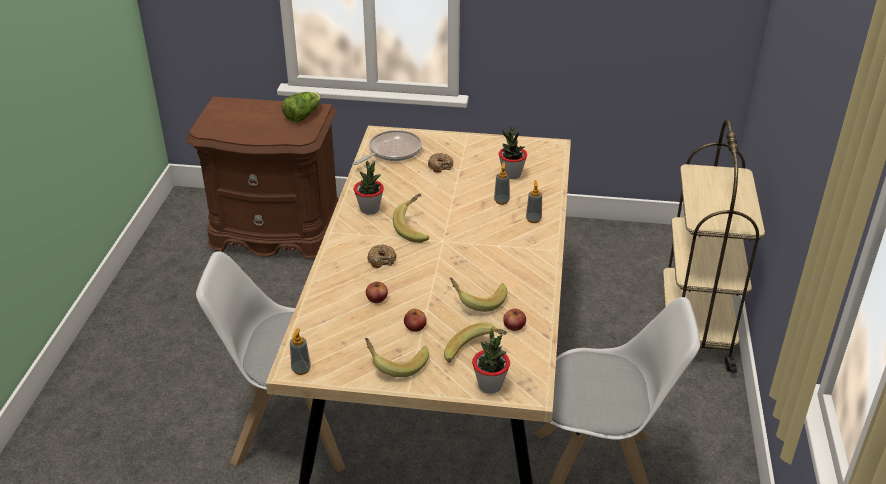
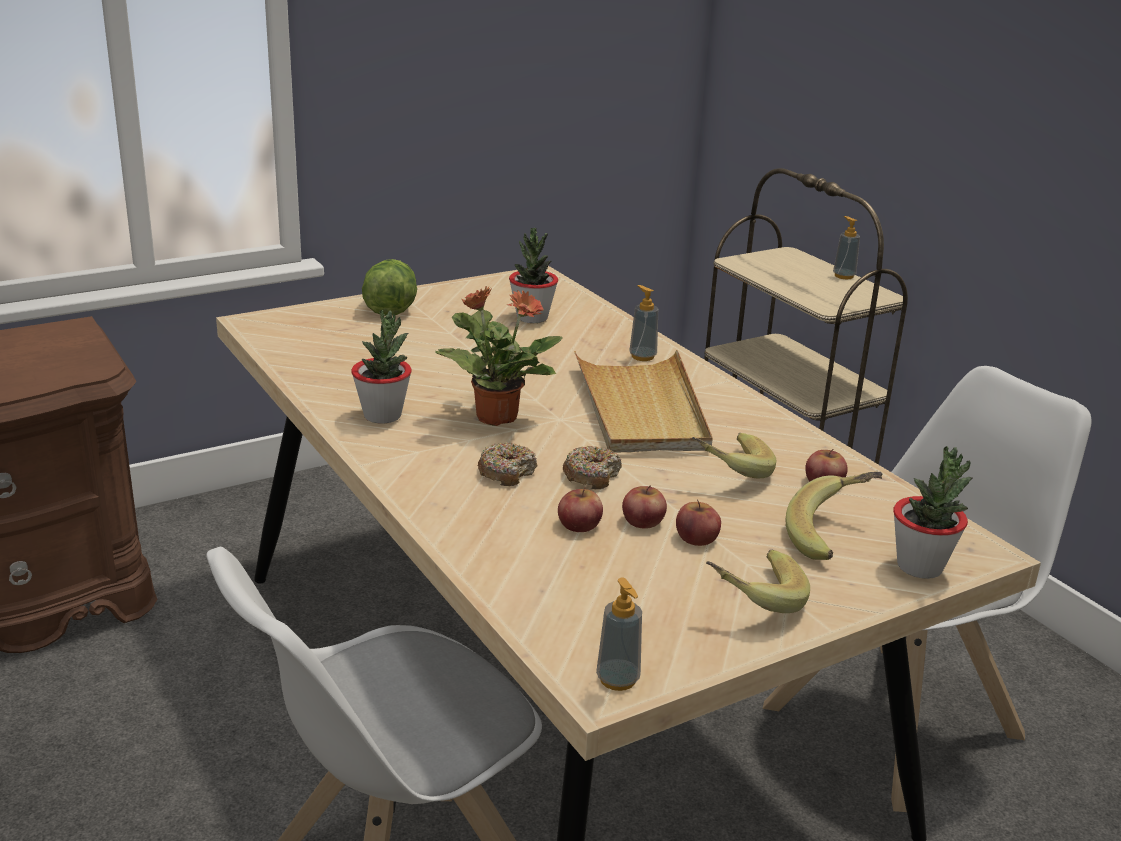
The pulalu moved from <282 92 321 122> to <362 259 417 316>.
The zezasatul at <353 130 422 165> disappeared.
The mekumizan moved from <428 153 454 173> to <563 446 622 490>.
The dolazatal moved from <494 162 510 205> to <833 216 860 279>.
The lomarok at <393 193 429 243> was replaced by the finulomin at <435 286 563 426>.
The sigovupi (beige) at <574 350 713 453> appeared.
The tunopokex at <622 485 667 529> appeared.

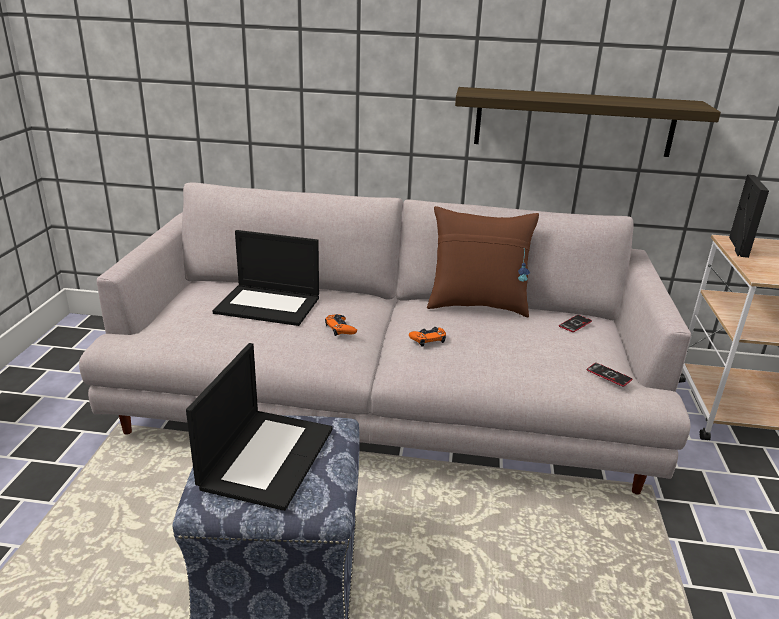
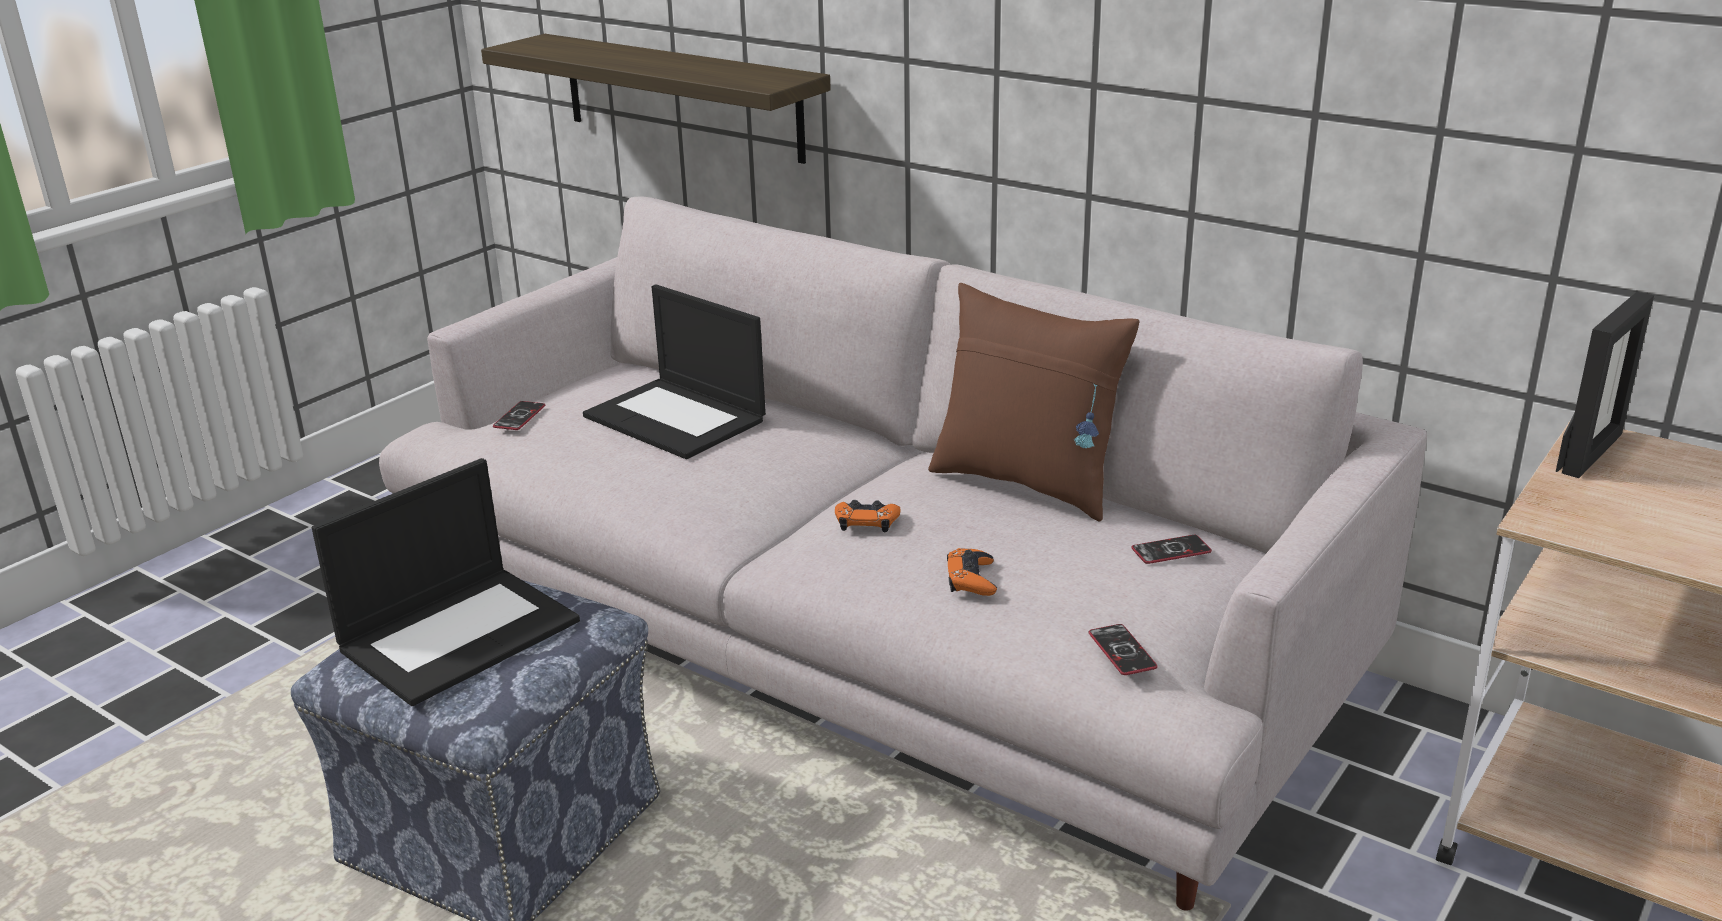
The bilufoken moved from <455 87 721 157> to <481 34 831 164>.
The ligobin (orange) moved from <325 314 357 336> to <947 548 997 596>.
The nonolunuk at <493 401 545 430> appeared.

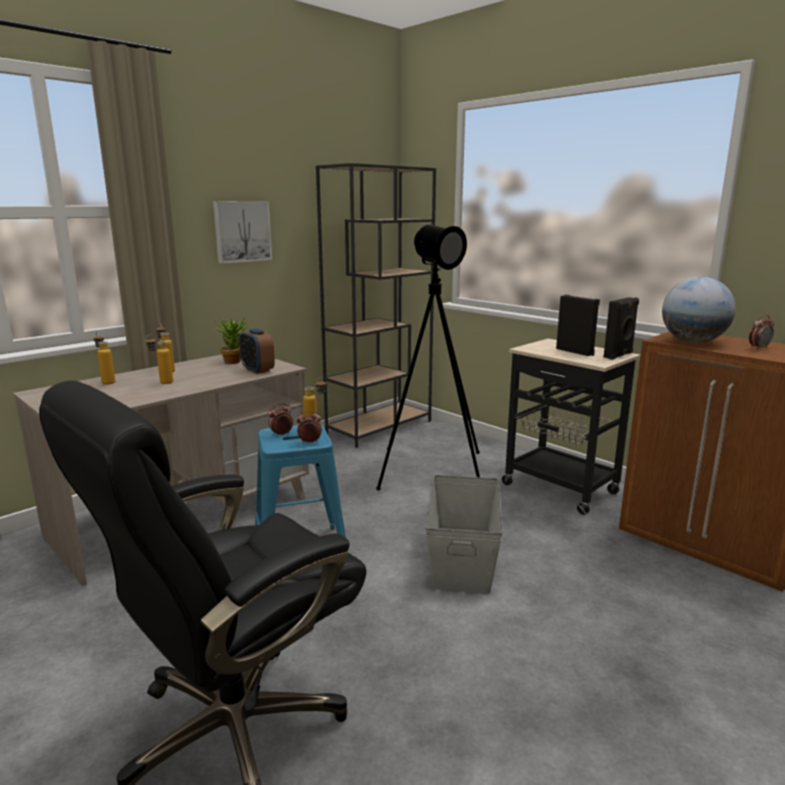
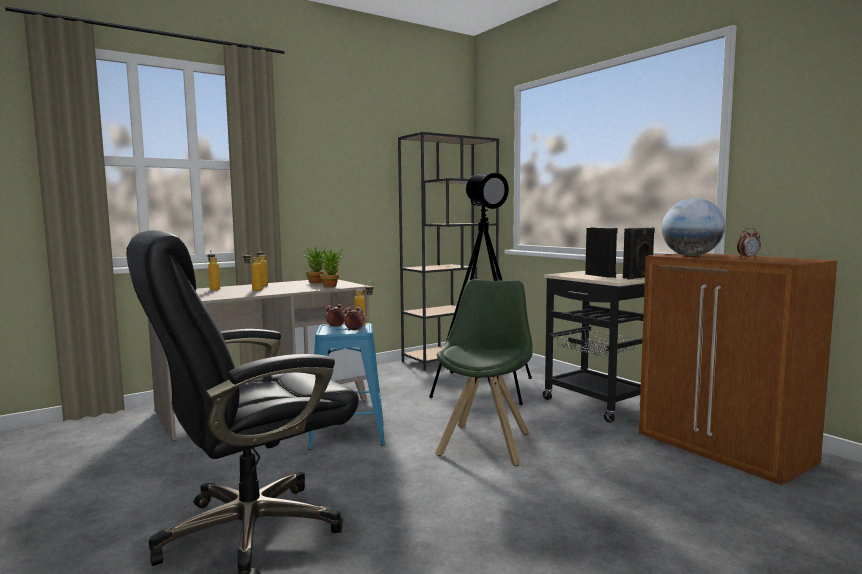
The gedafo at <213 201 272 263> disappeared.
The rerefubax at <239 328 275 374> was replaced by the finulomin at <315 248 343 287>.
The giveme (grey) at <425 475 503 594> was replaced by the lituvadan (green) at <435 279 533 466>.

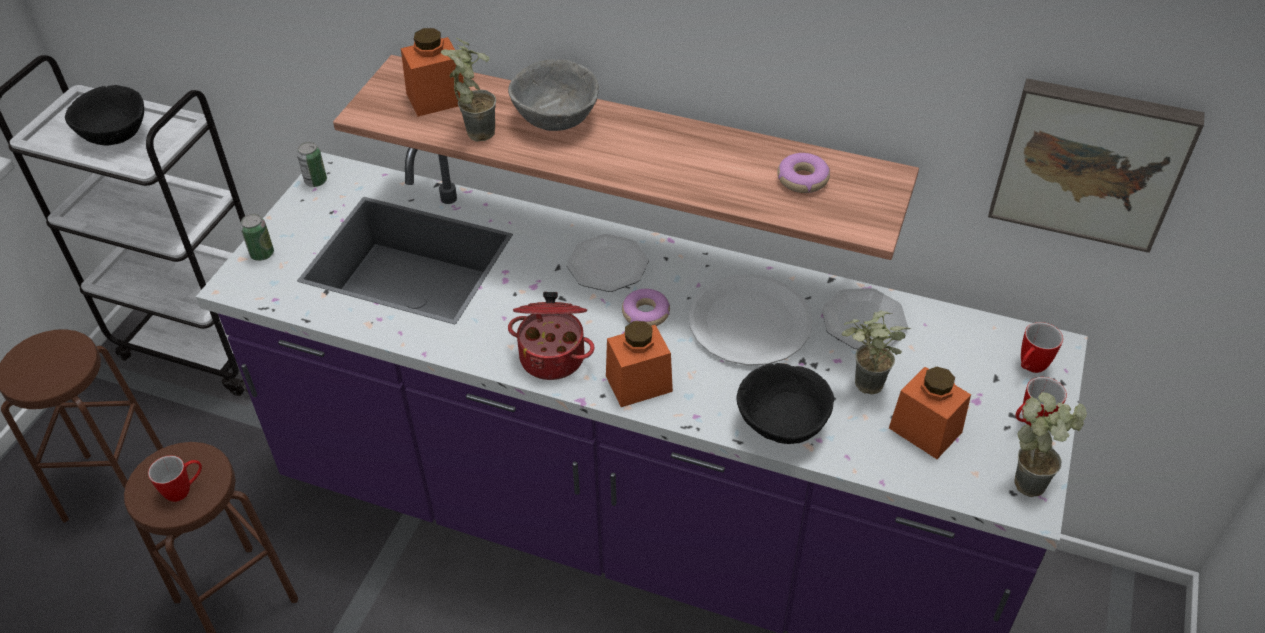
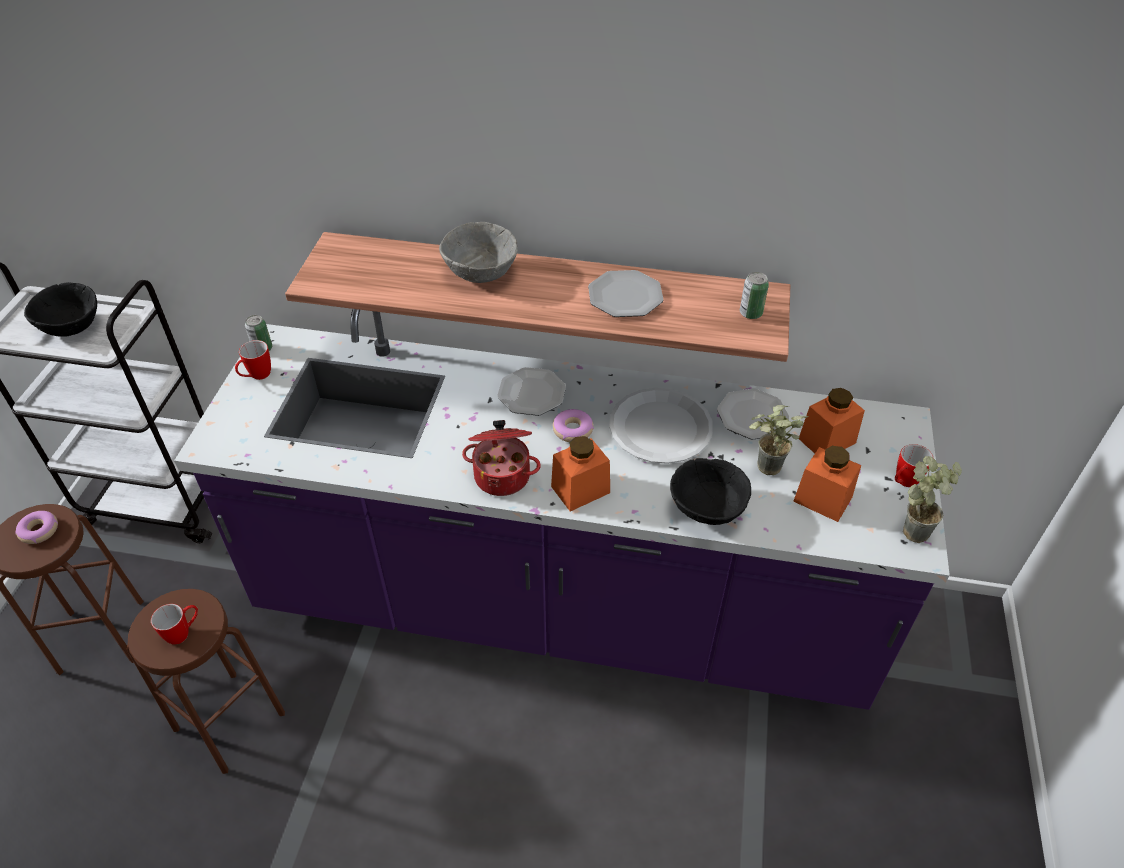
The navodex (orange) moved from <401 28 464 117> to <799 388 865 453>.
The finulomin at <440 38 496 142> disappeared.
The gedafo at <988 79 1205 253> disappeared.
The mekumizan moved from <777 153 830 193> to <15 511 58 544>.
The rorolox moved from <240 214 274 261> to <740 272 769 319>.
The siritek moved from <1021 322 1063 373> to <235 340 271 380>.
The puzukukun at <588 270 664 317> appeared.

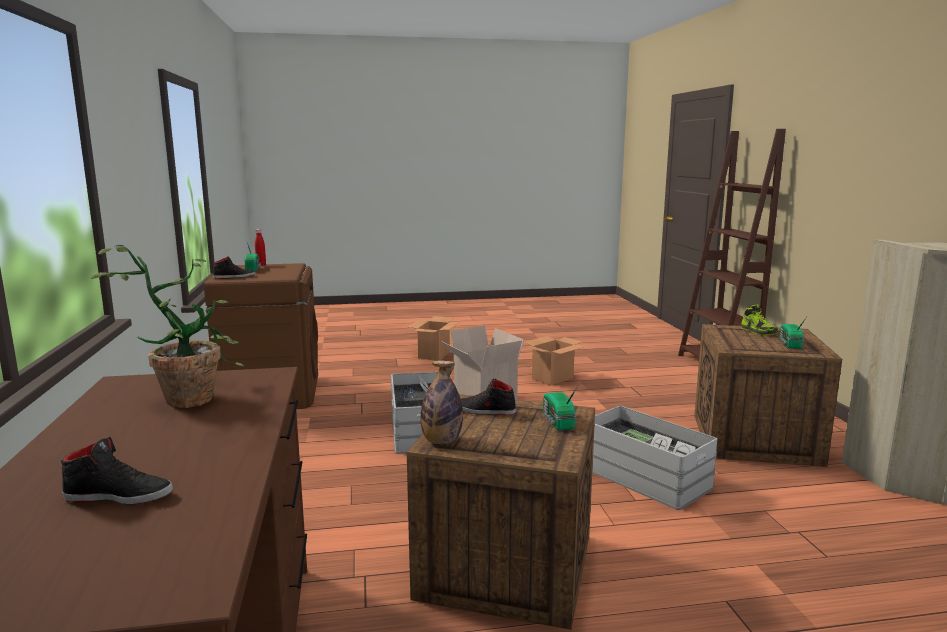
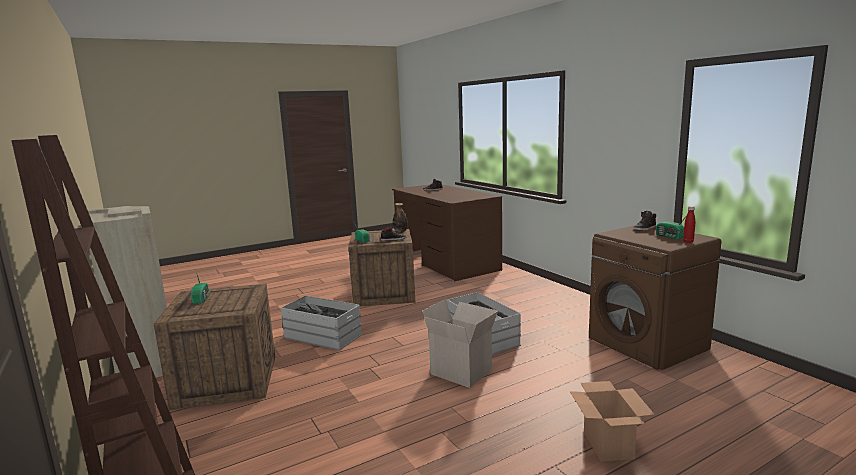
The finulomin at <91 245 244 408> disappeared.
The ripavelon at <741 305 778 335> disappeared.
The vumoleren at <524 336 583 386> disappeared.

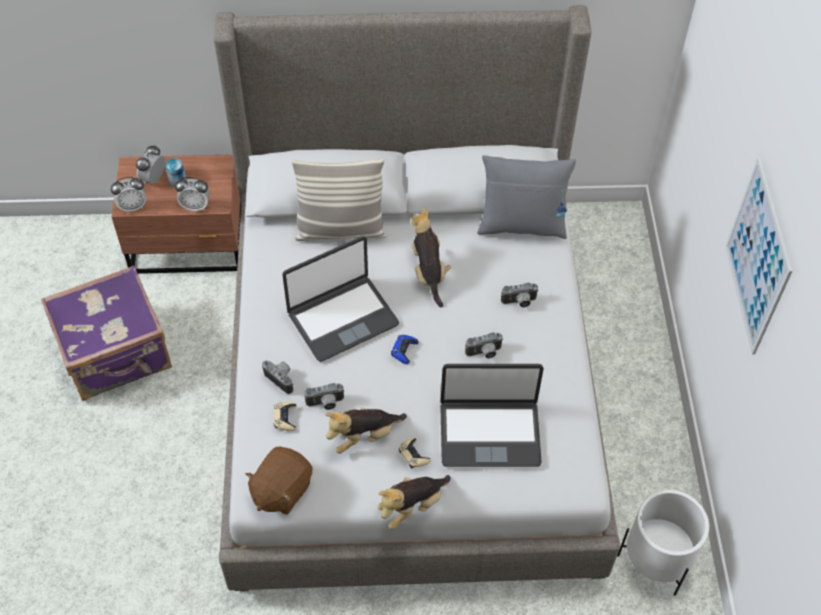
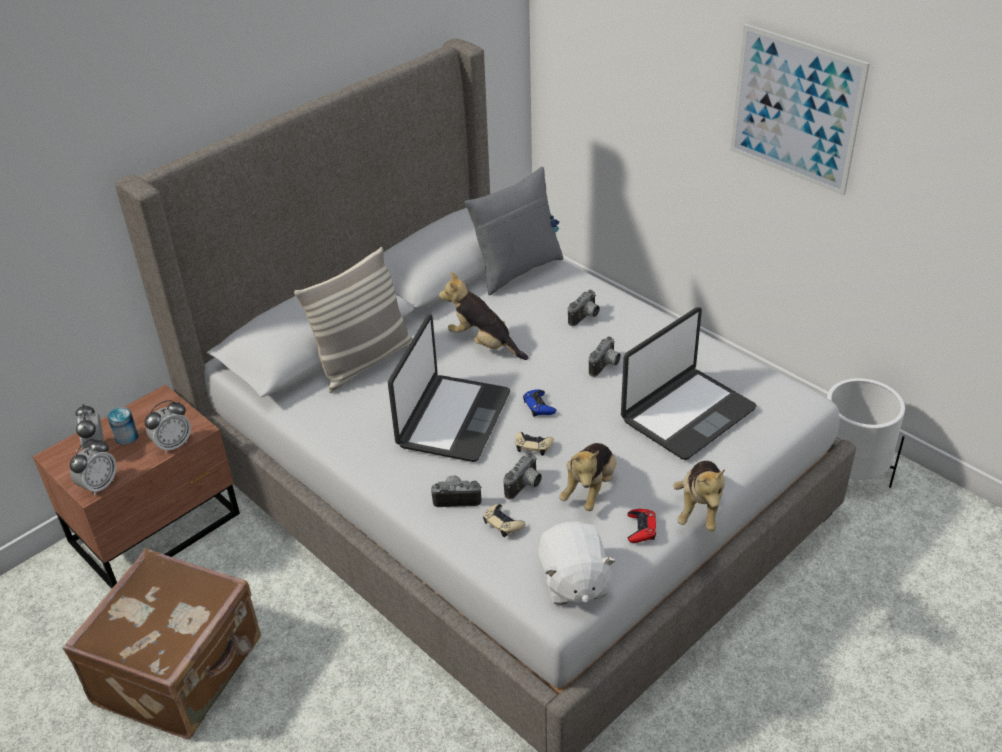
The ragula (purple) at <41 266 172 401> became the ragula (brown) at <63 548 261 739>.
The ligobin (beige) moved from <399 438 431 469> to <515 432 554 456>.
The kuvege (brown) at <245 447 312 515> became the kuvege (white) at <539 521 616 605>.
The ligobin (red) at <627 509 656 543> appeared.

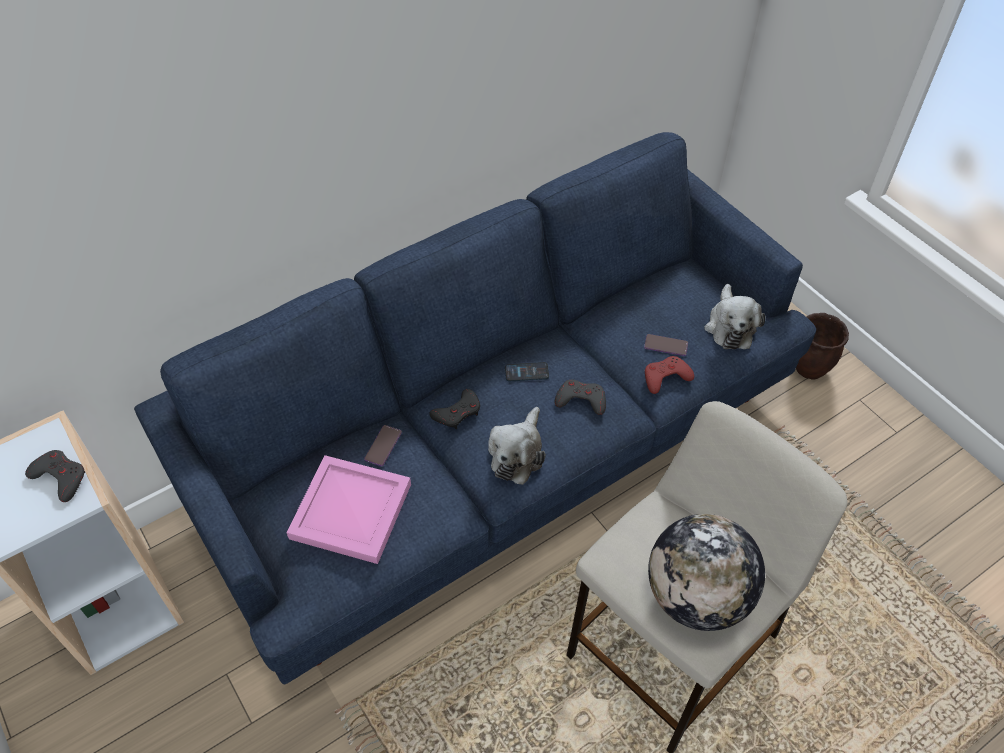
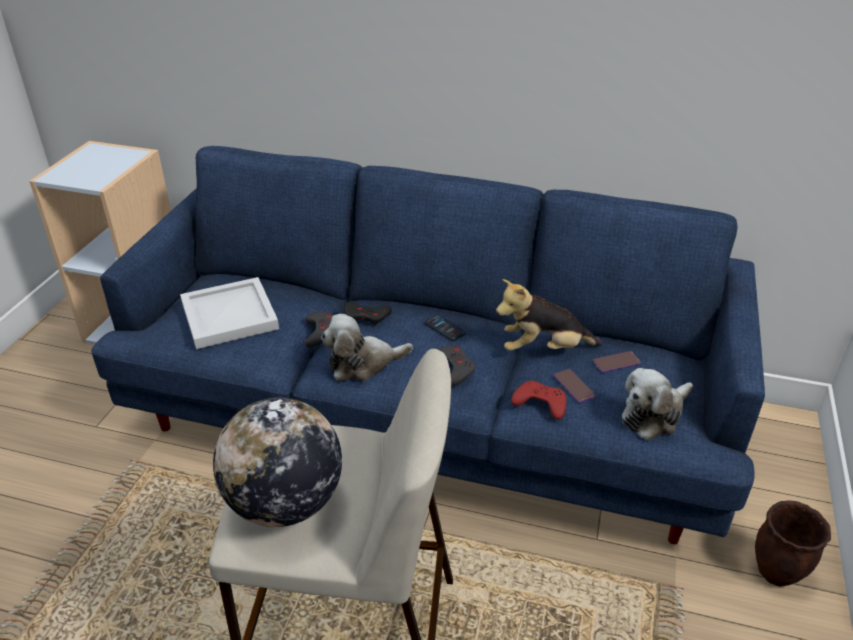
The nonolunuk moved from <364 425 402 466> to <593 351 641 373>.
The ligobin (grey) moved from <25 450 85 502> to <305 312 334 348>.
The sigovupi (pink) at <286 455 411 564> became the sigovupi (white) at <180 277 279 349>.
The kuvege at <496 279 603 351> appeared.

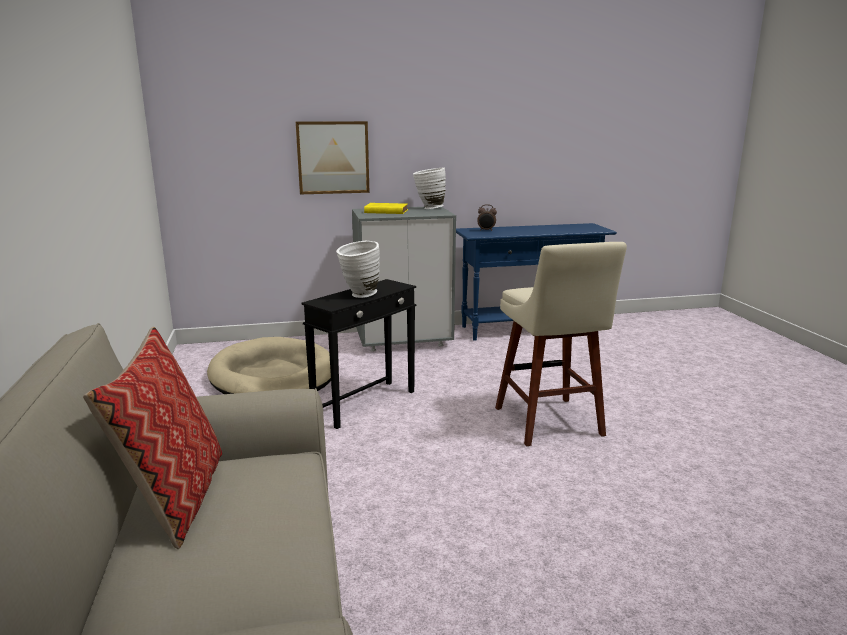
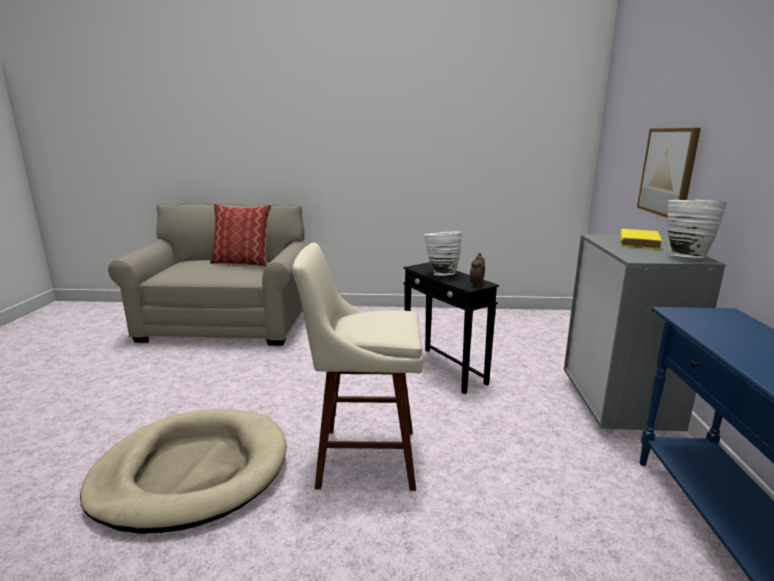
The rerefubax moved from <477 204 497 231> to <470 253 485 286>.
The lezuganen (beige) moved from <207 337 331 394> to <80 409 287 534>.

